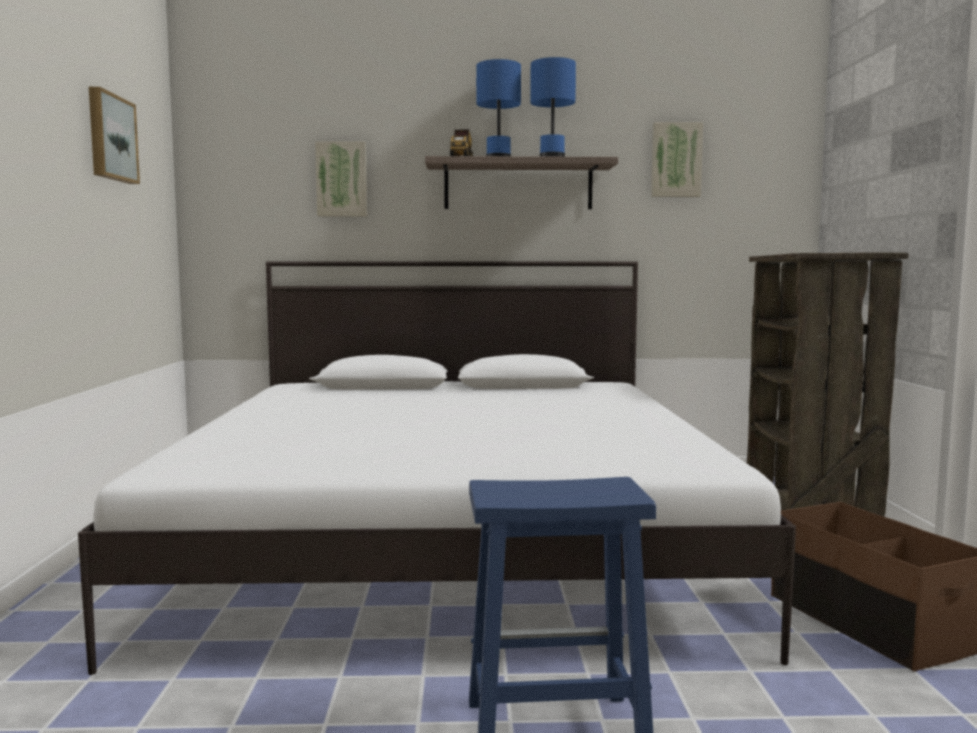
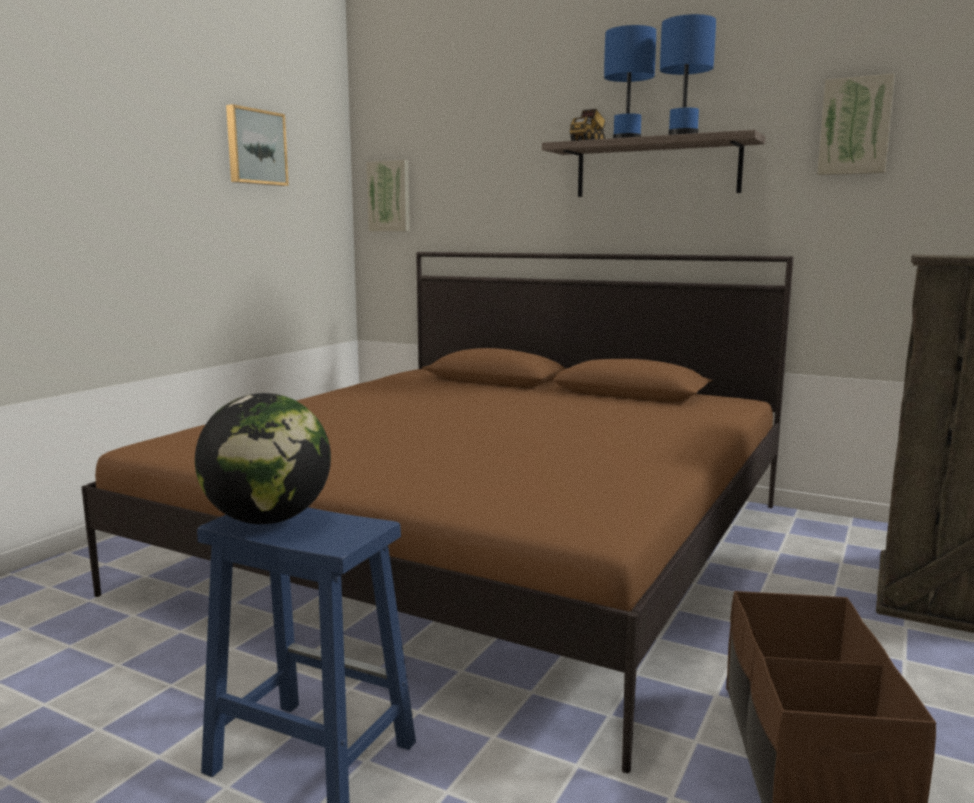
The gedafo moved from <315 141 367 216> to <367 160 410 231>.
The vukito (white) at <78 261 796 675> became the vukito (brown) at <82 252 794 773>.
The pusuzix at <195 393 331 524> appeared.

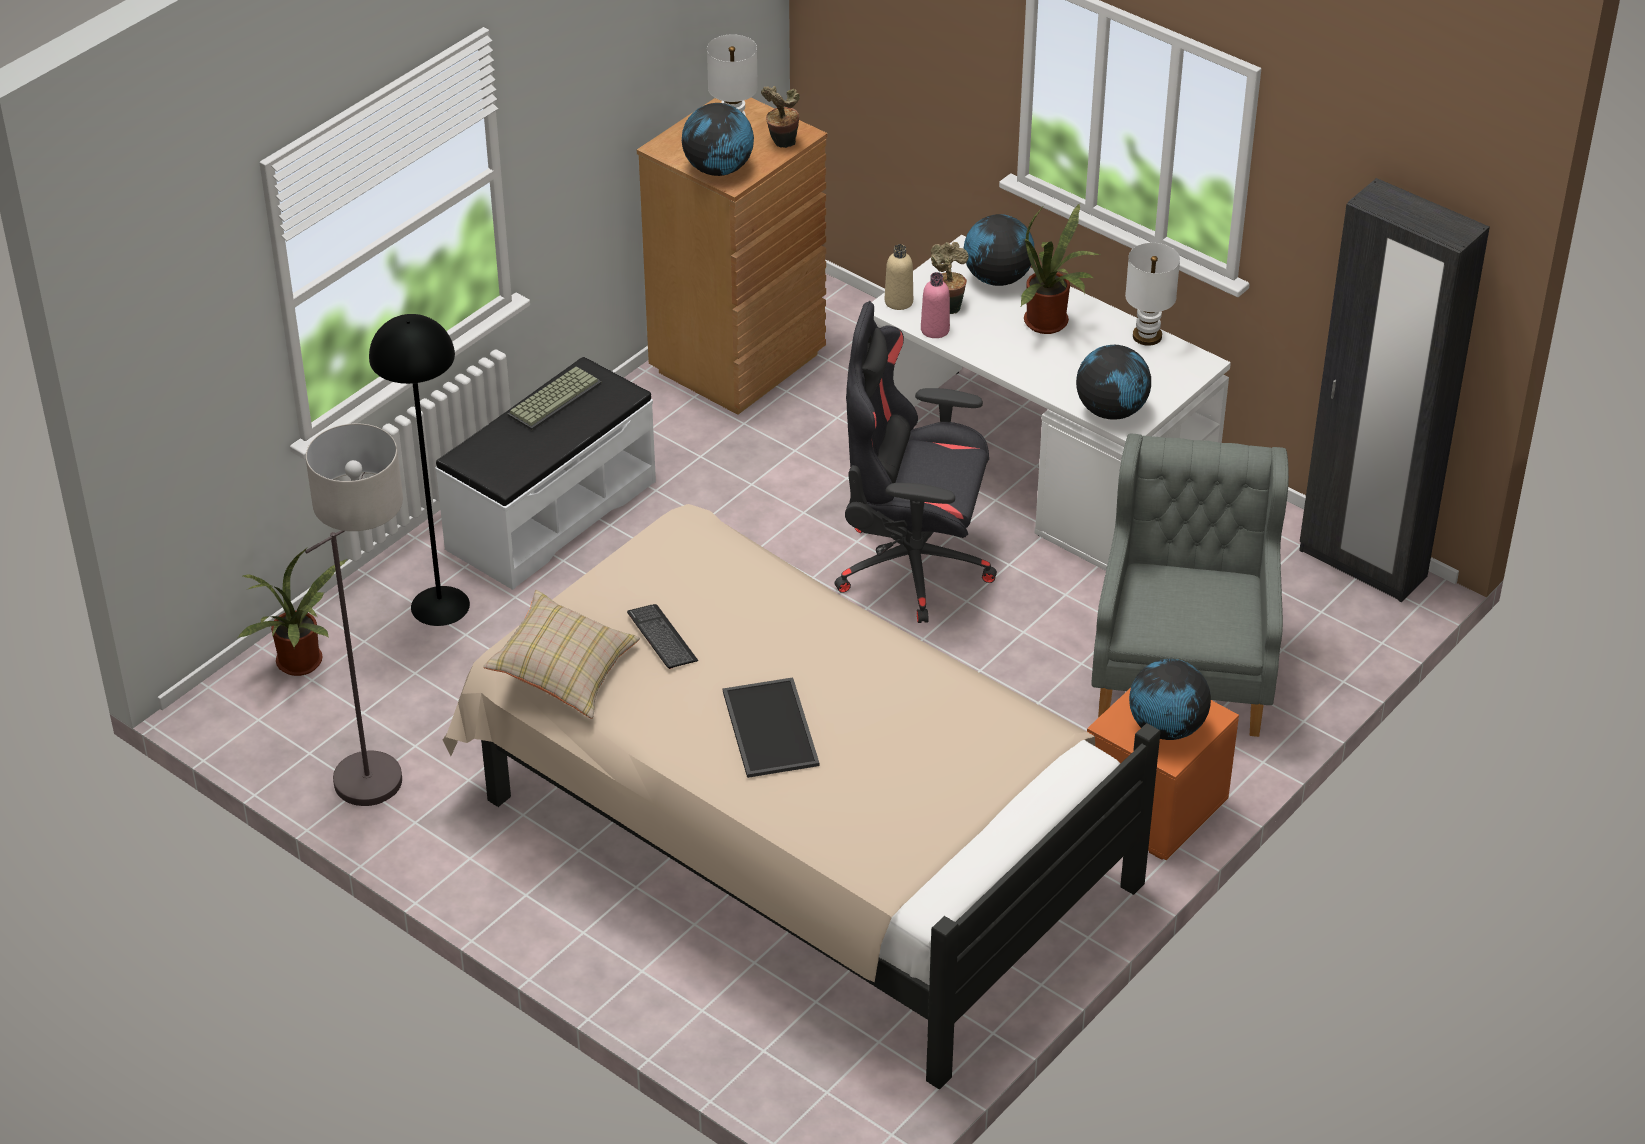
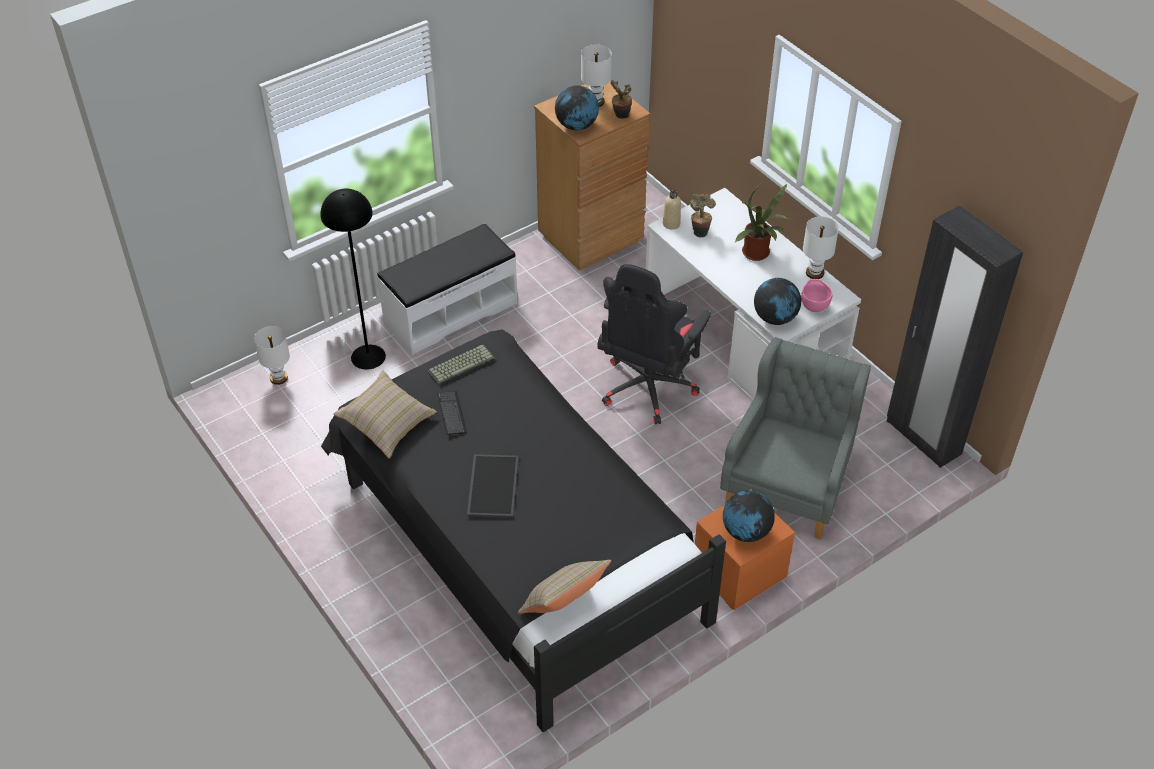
The pusuzix at <964 214 1035 286> disappeared.
The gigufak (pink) at <921 272 950 338> disappeared.
The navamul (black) at <834 301 997 623> turned 90 degrees counterclockwise.
The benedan moved from <508 366 602 430> to <428 345 496 386>.
The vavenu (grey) at <305 423 403 806> disappeared.
The vukito (beige) at <443 504 1160 1090> became the vukito (black) at <321 329 726 732>.
The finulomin at <238 548 348 676> was replaced by the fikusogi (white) at <254 326 290 385>.
The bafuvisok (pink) at <801 279 833 312> appeared.
The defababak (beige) at <518 560 612 614> appeared.

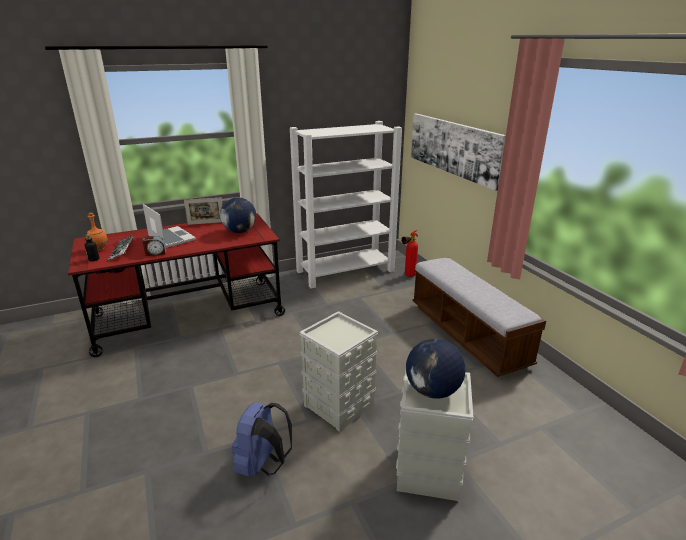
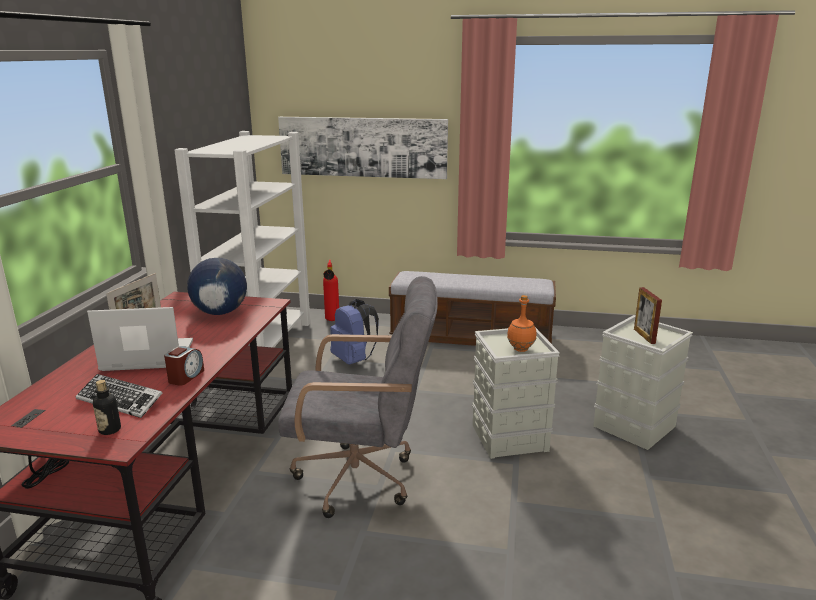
The gigufak (orange) moved from <86 213 108 251> to <507 295 536 352>.
The pusuzix at <406 339 466 399> was replaced by the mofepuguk at <634 287 662 344>.
The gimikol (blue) moved from <232 403 292 477> to <330 299 379 365>.
The navamul (grey) at <278 276 438 518> appeared.

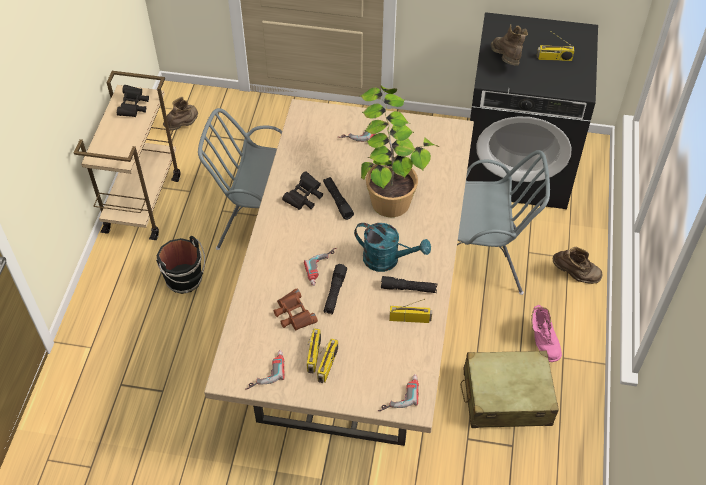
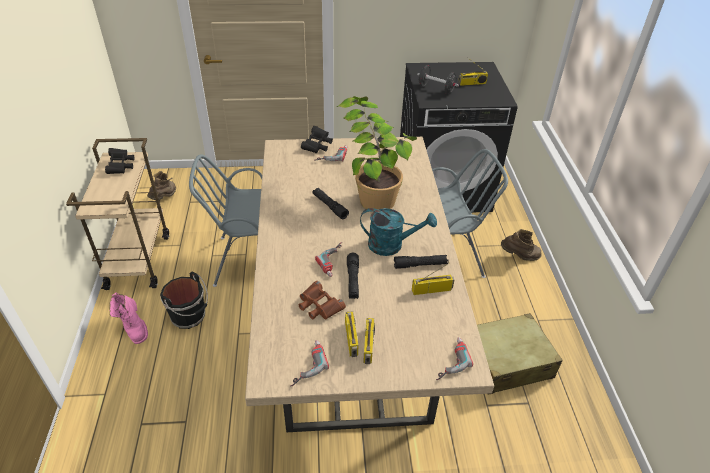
The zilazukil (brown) at <491 25 528 66> was replaced by the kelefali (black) at <417 65 459 94>.
The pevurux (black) moved from <282 171 323 210> to <301 126 333 153>.
The zilazukil (pink) moved from <531 305 562 362> to <109 293 148 344>.

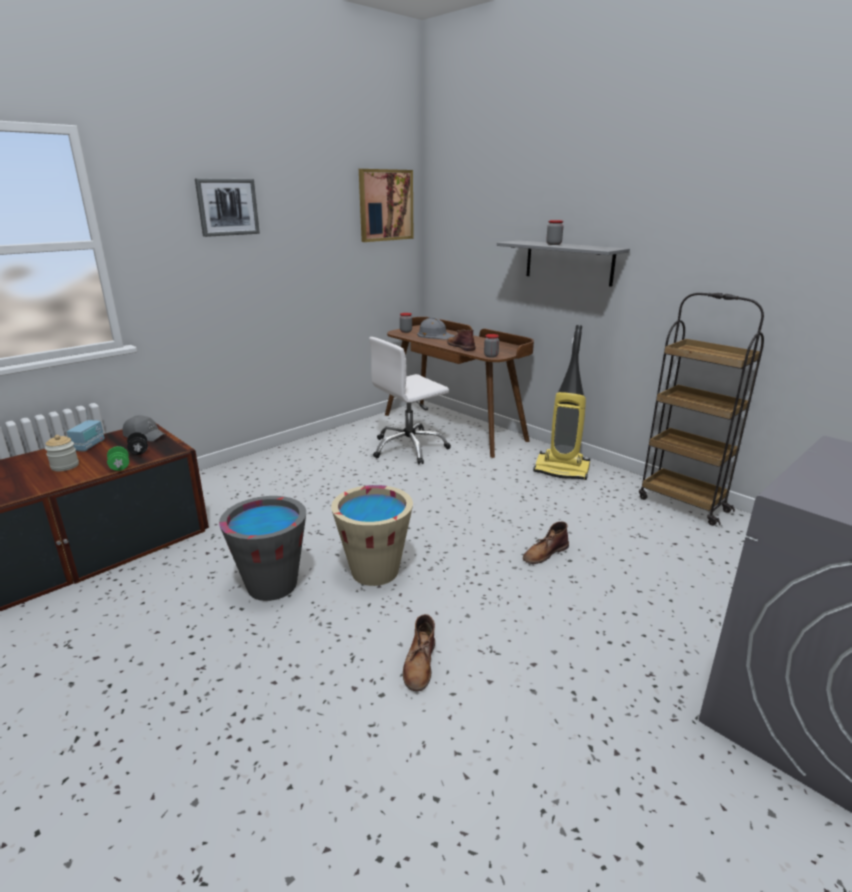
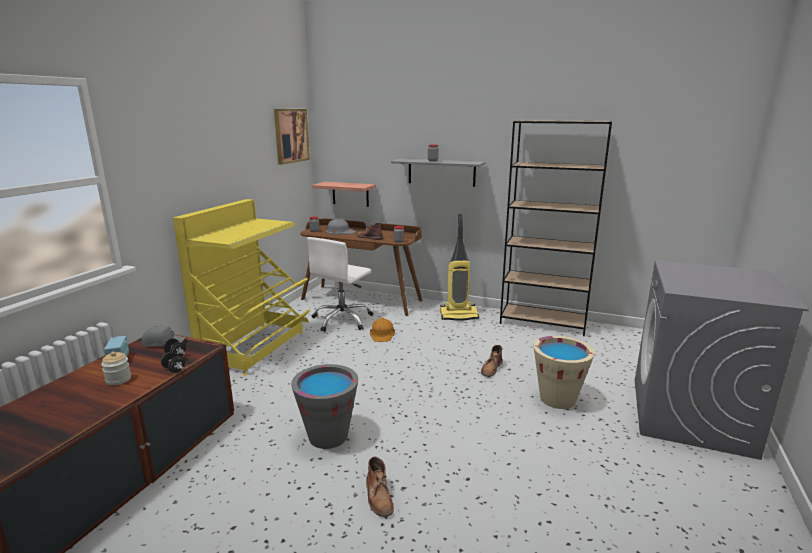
The gedafo at <195 178 260 237> disappeared.
The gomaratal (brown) at <639 293 764 526> was replaced by the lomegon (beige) at <500 120 612 336>.
The kelefali (green) at <107 446 129 471> became the kelefali (black) at <161 352 186 373>.
The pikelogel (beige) moved from <331 485 413 586> to <533 336 595 409>.
The zilazukil (brown) moved from <403 614 435 691> to <366 457 394 517>.
The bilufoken at <312 182 376 207> appeared.
The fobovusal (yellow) at <173 199 310 376> appeared.
The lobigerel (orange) at <370 318 395 342> appeared.

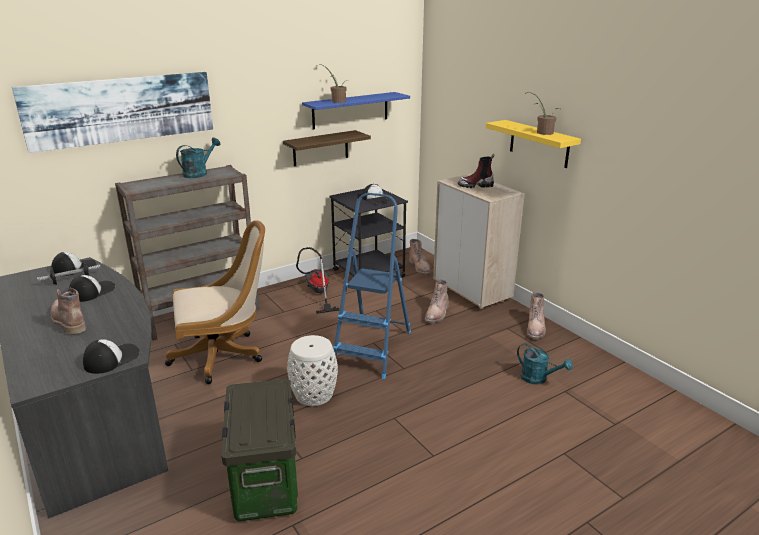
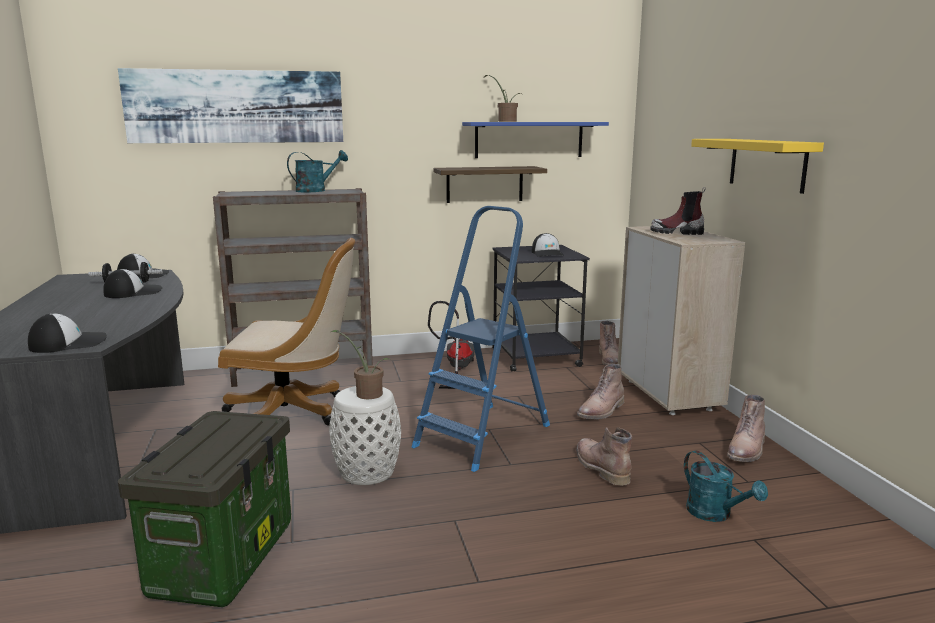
The finulomin moved from <525 92 560 135> to <329 330 392 399>.
The zilazukil (brown) moved from <51 288 86 334> to <576 427 632 486>.

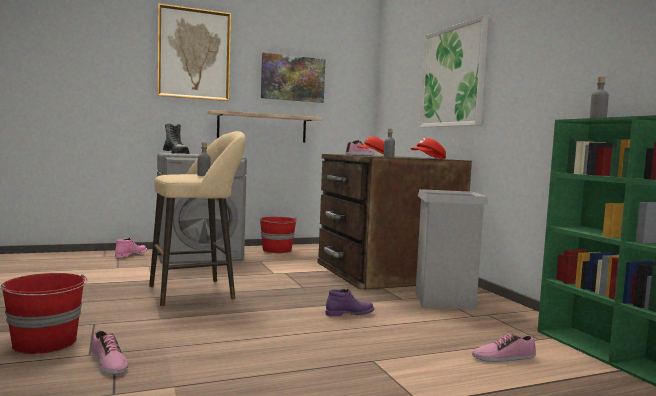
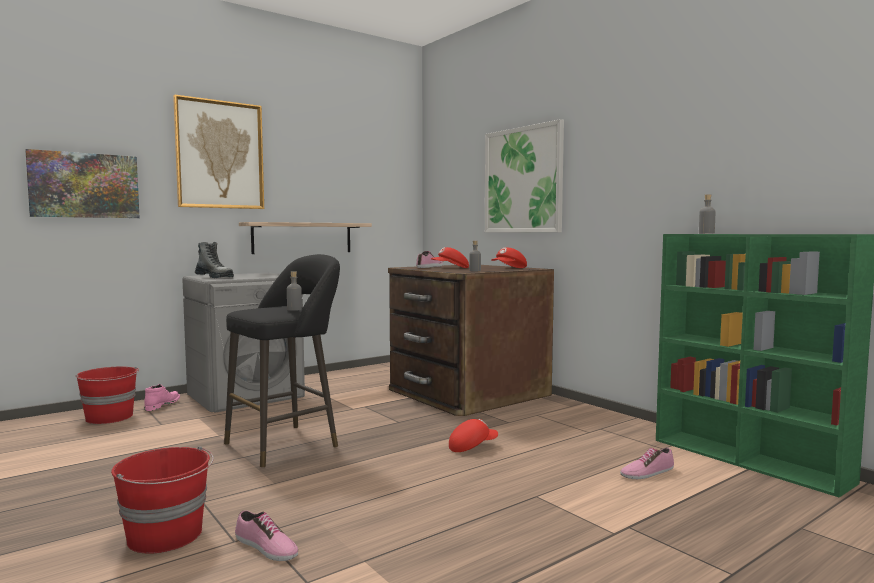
The gedafo moved from <261 53 325 103> to <25 149 140 218>.
The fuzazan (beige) at <149 131 246 306> became the fuzazan (black) at <224 254 340 467>.
The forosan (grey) at <416 189 488 310> disappeared.
The pikelogel (red) moved from <260 217 298 253> to <75 366 139 424>.
The zilazukil (purple) at <326 289 375 317> was replaced by the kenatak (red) at <449 419 498 452>.

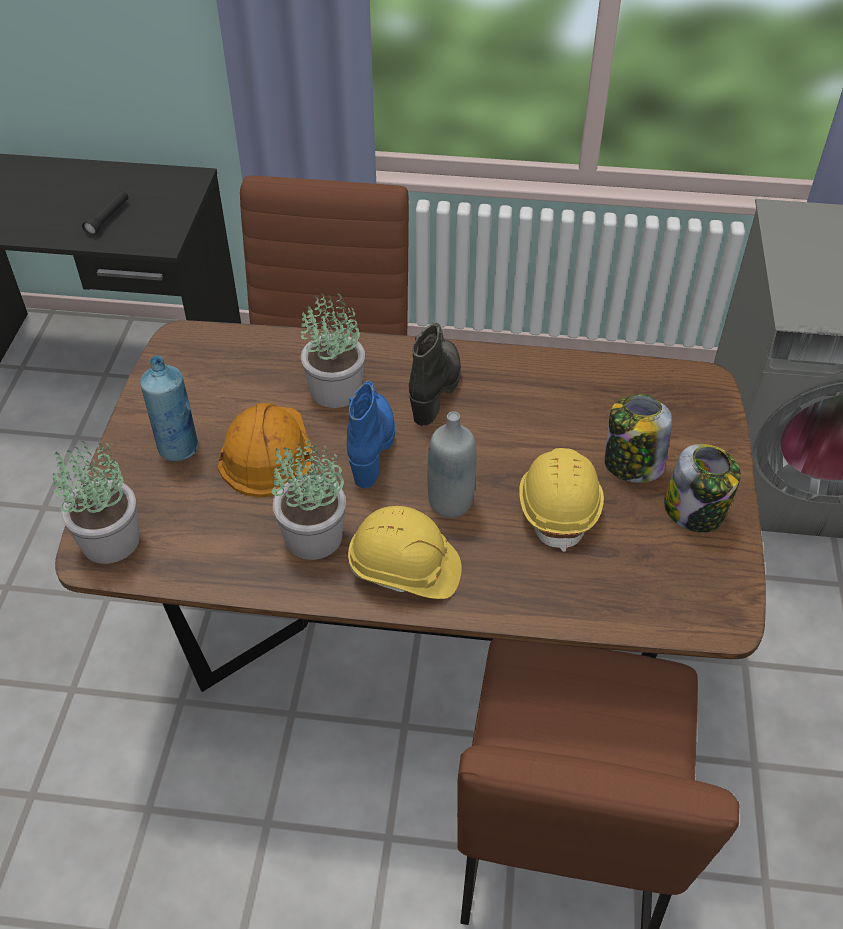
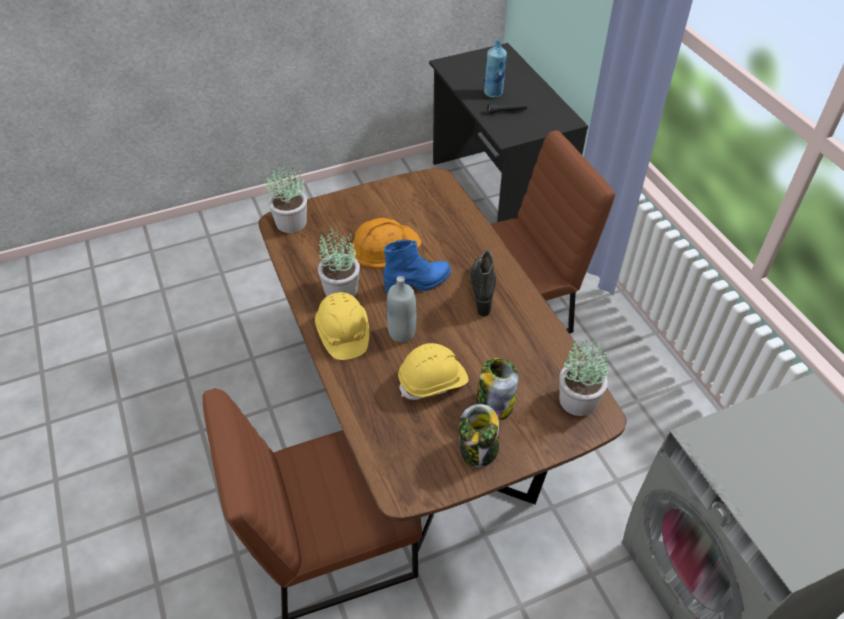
The finulomin moved from <301 288 365 408> to <559 339 610 416>.
The zilazukil (black) at <409 322 461 426> turned 75 degrees counterclockwise.
The gigufak (blue) moved from <140 356 198 461> to <484 40 507 97>.

